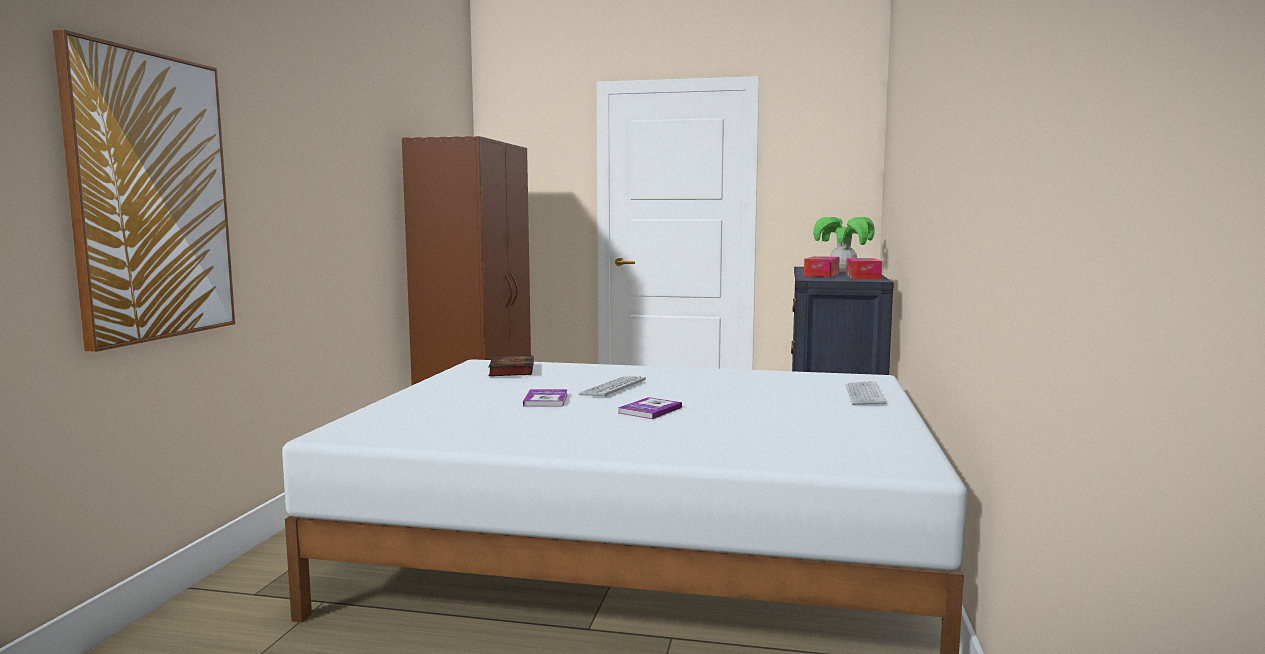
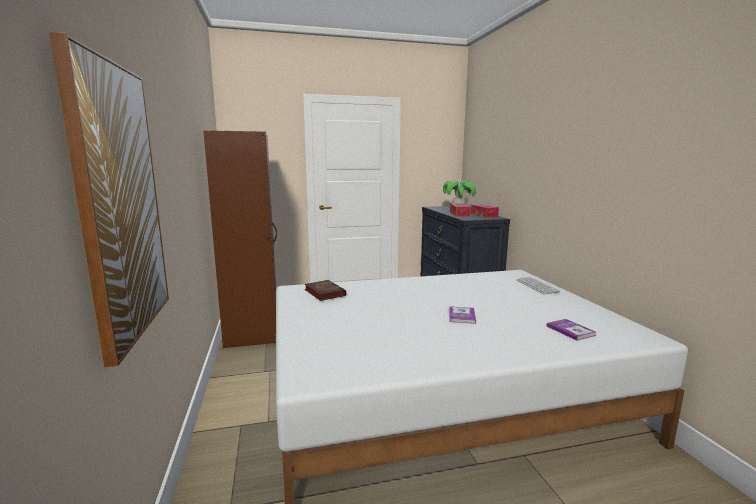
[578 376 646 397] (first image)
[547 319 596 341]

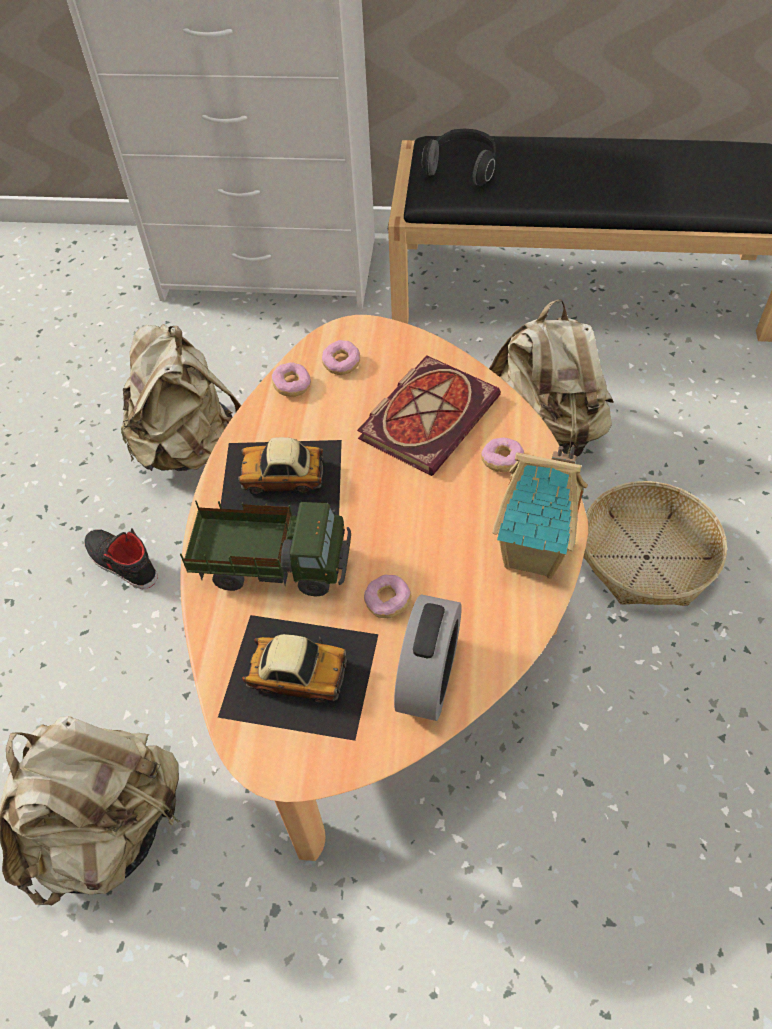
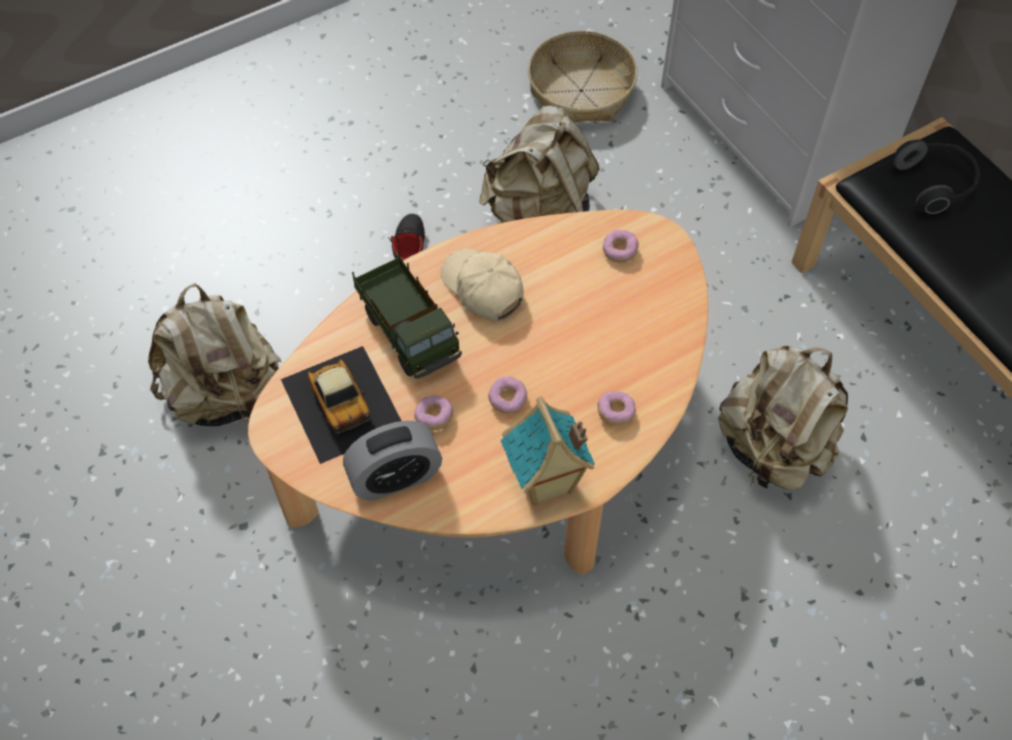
[357 356 501 476] (first image)
[488 376 527 414]
[528 31 638 122]
[441 248 524 321]

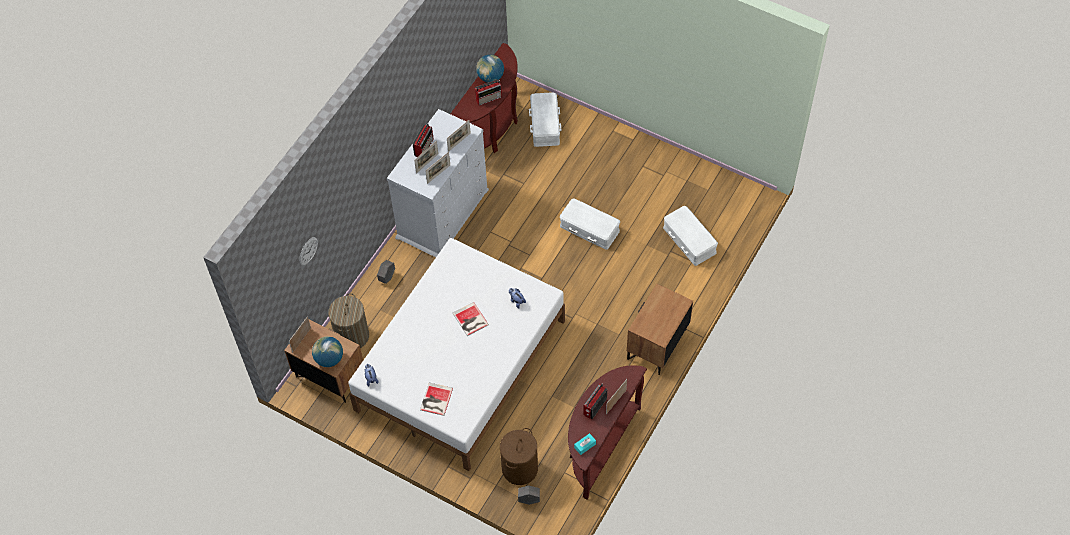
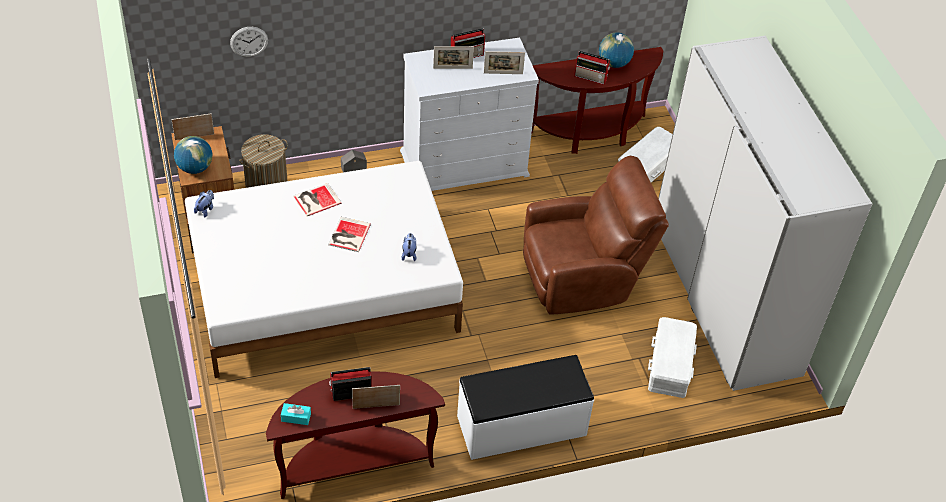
[425 152 450 184] (first image)
[500 428 538 485] (first image)
[518 485 540 505] (first image)
[658 36 872 391]
[293 183 342 216]
[523 156 669 315]
[457 355 594 460]

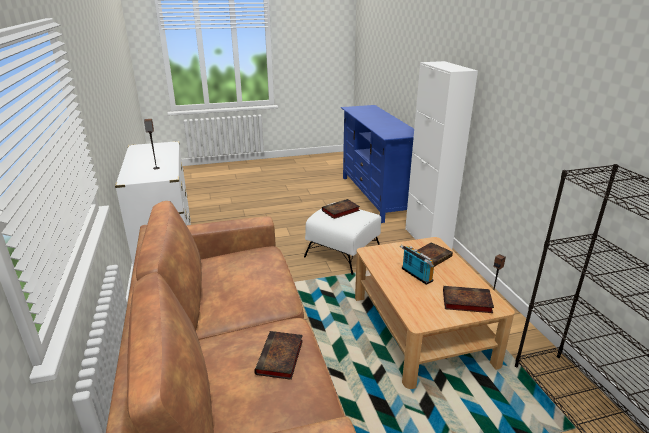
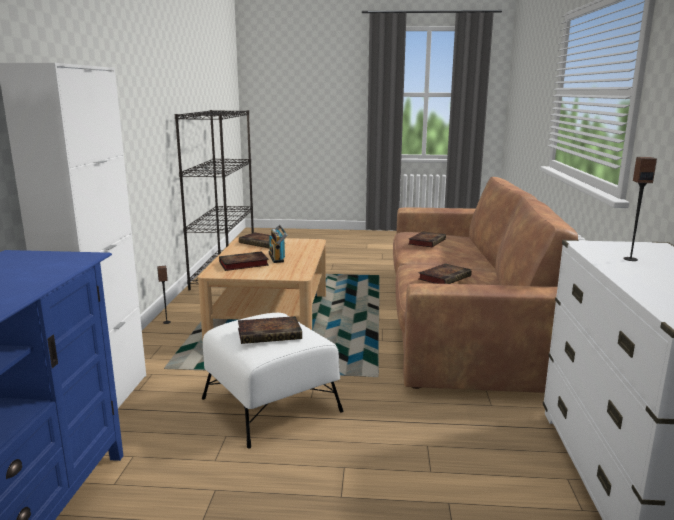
[418 264 472 284]

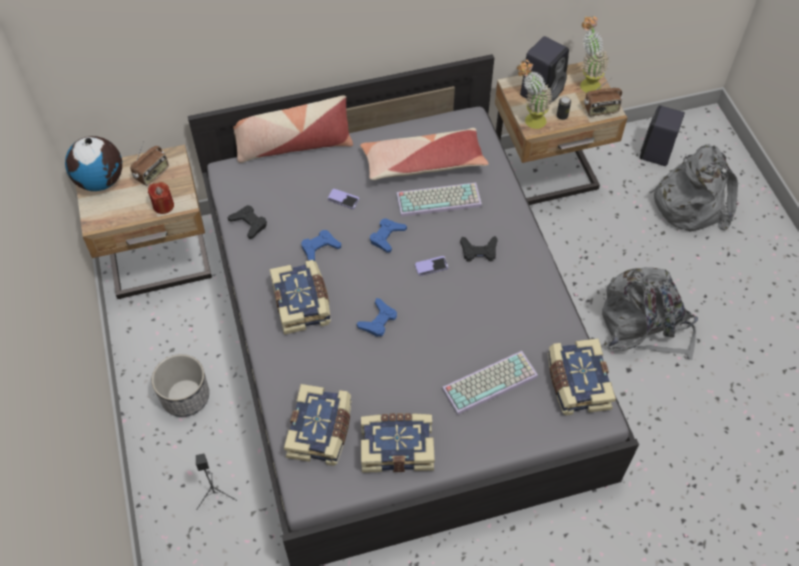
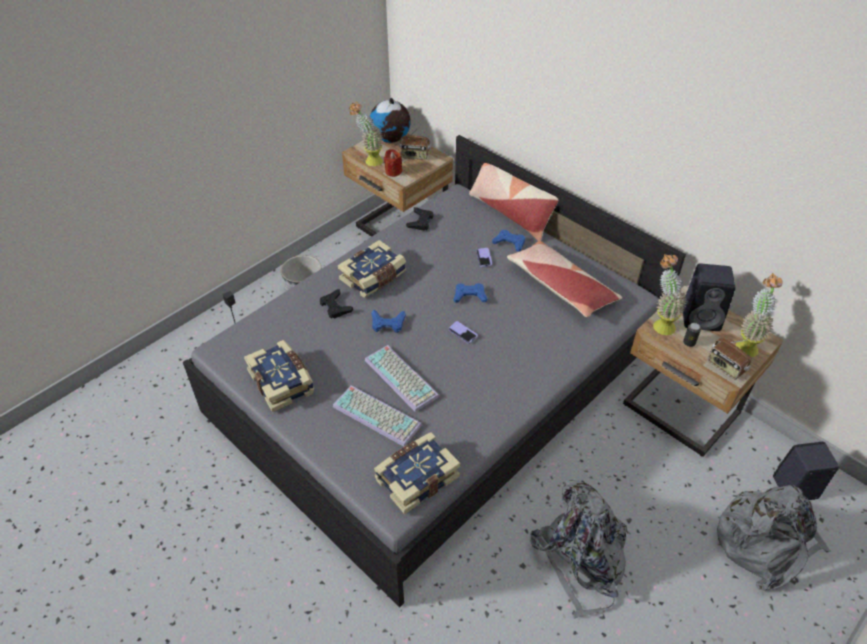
[284 384 352 466] (first image)
[349 102 383 166]
[492 230 525 252]
[365 345 439 412]
[320 289 353 319]

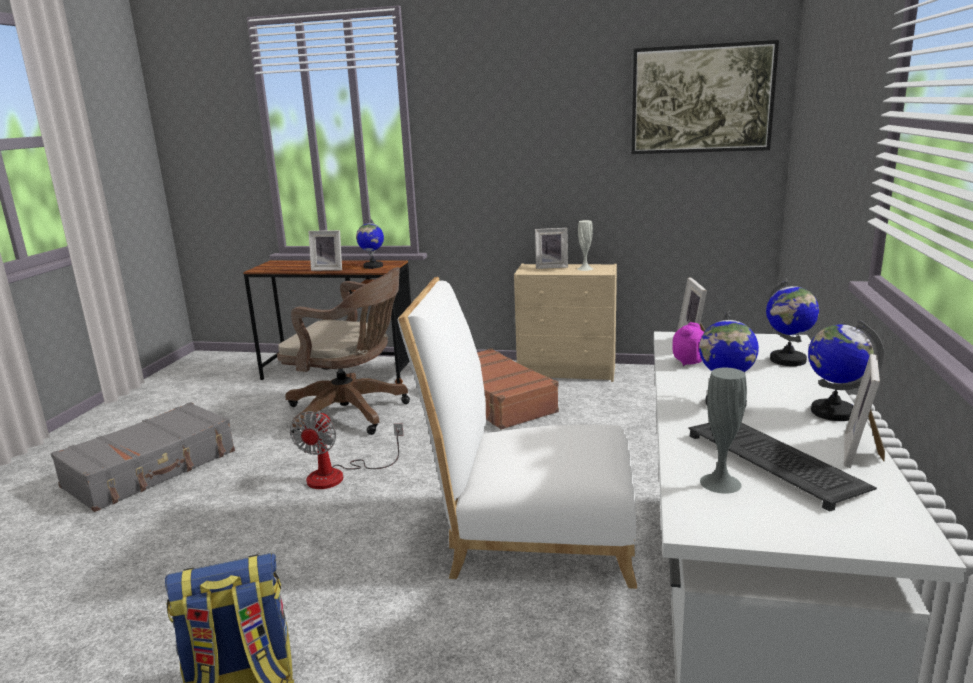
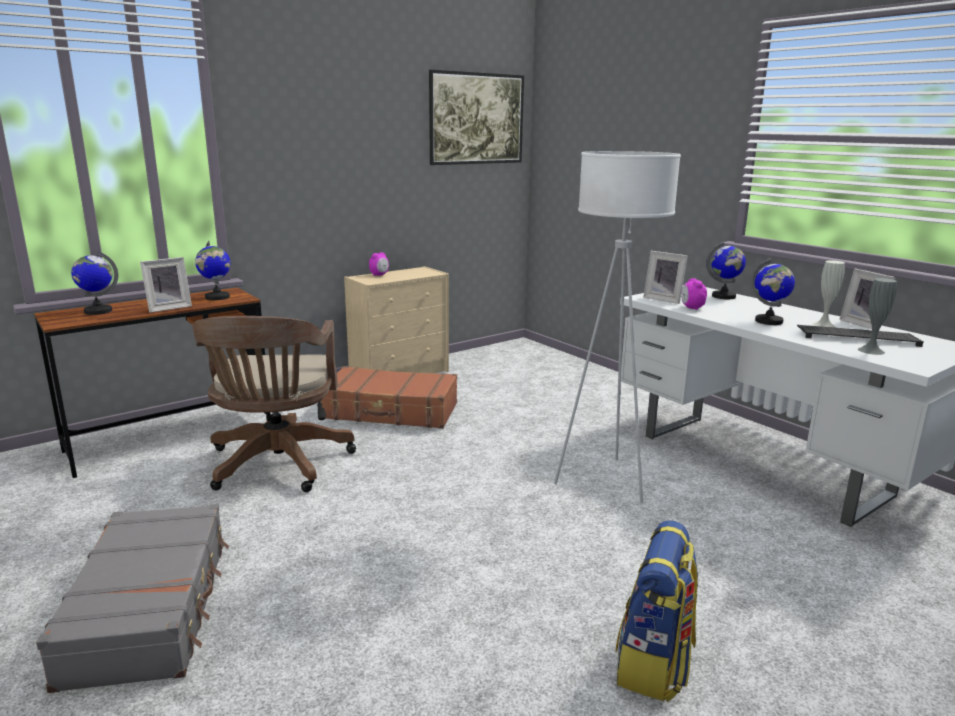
[290 411 404 489] (first image)
[812 260 845 328]
[71 251 118 315]
[554 151 681 504]
[369 252 389 276]
[192 316 356 492]

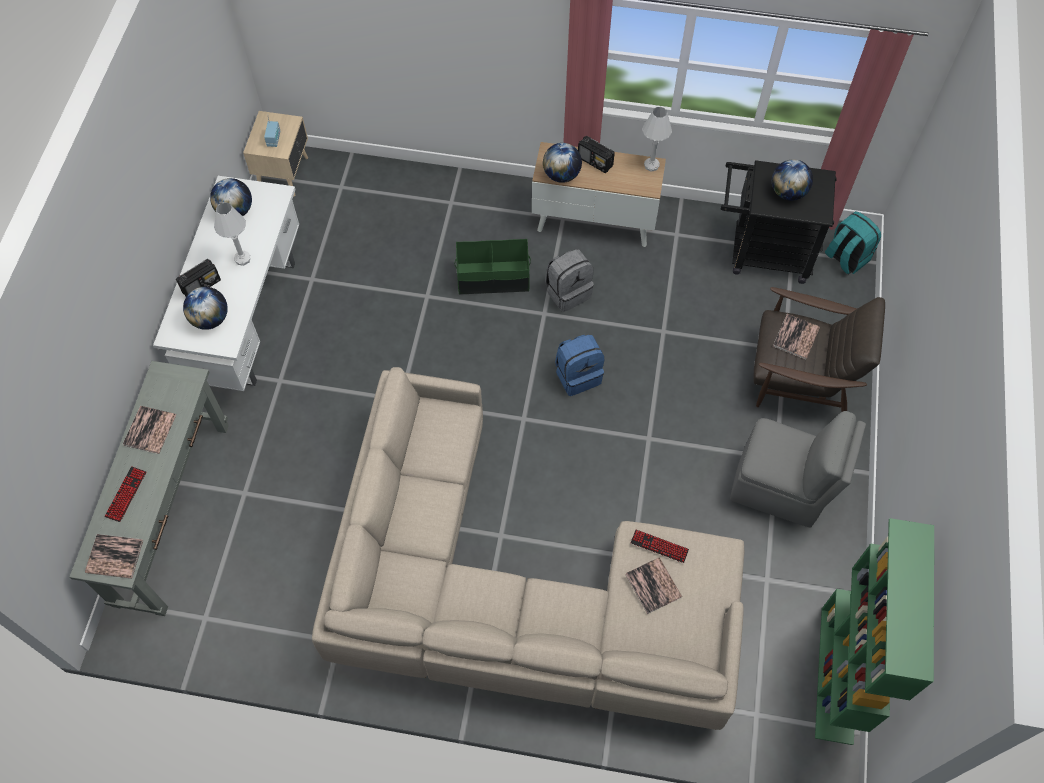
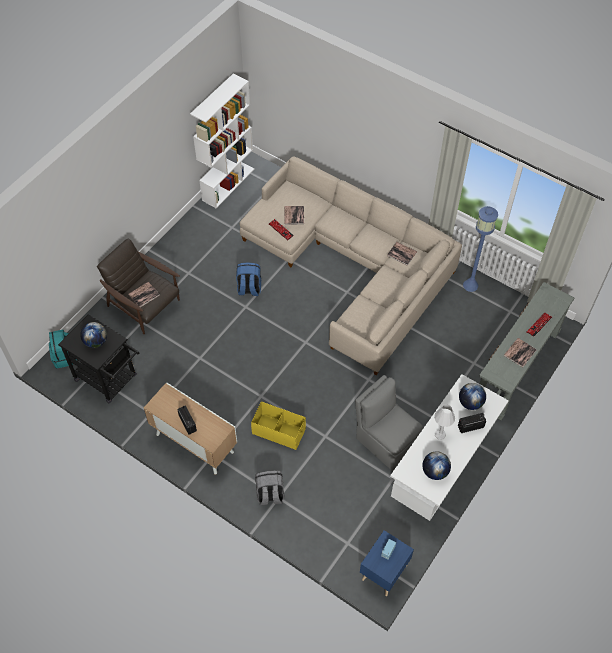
[543 143 582 183] (first image)
[642 107 672 172] (first image)
[463 206 498 292]
[387 242 417 266]
[255 471 285 505]
[236 262 261 296]
[355 375 423 471]
[360 530 414 596]
[251 401 306 450]
[190 74 254 208]

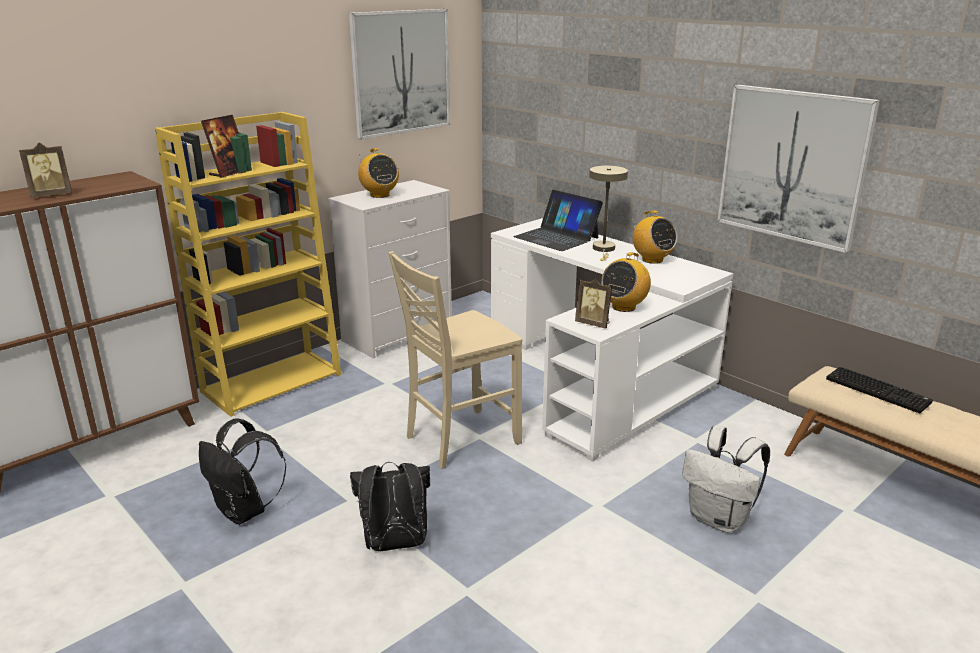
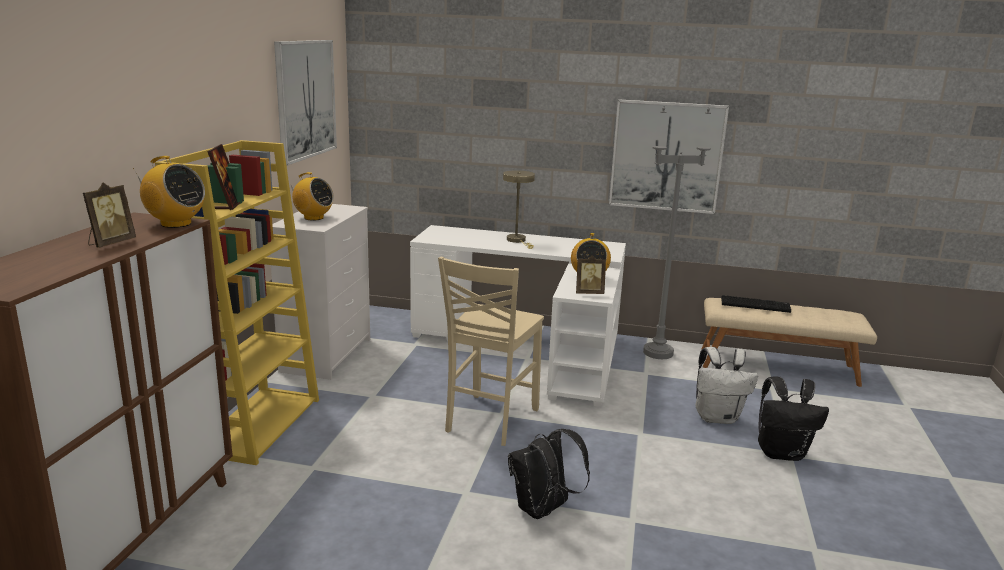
[513 190 603 251] (first image)
[643 107 711 359]
[758 377 829 461]
[133 156 205 228]

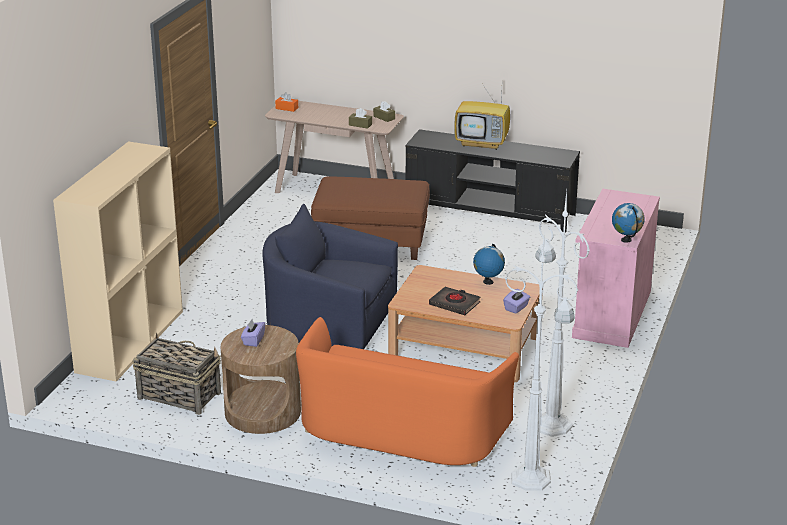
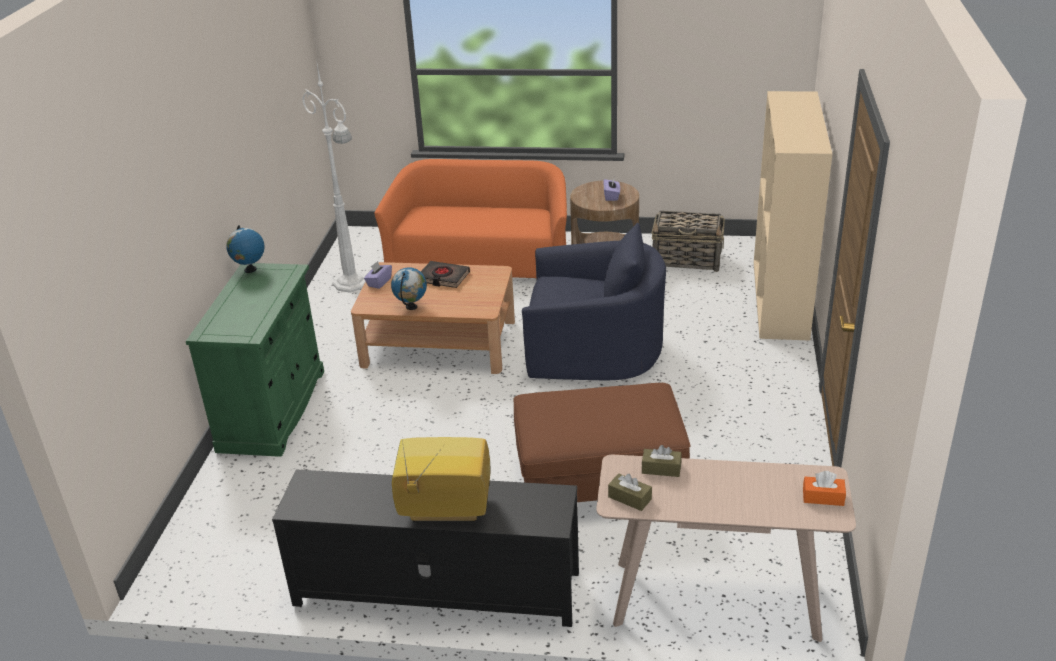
[505 238 578 491] (first image)
[186 263 324 457]

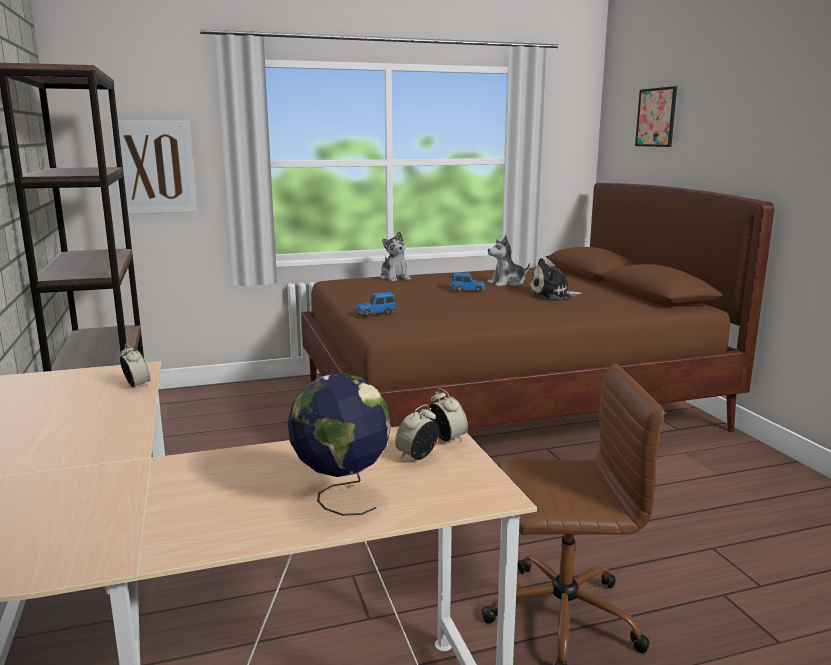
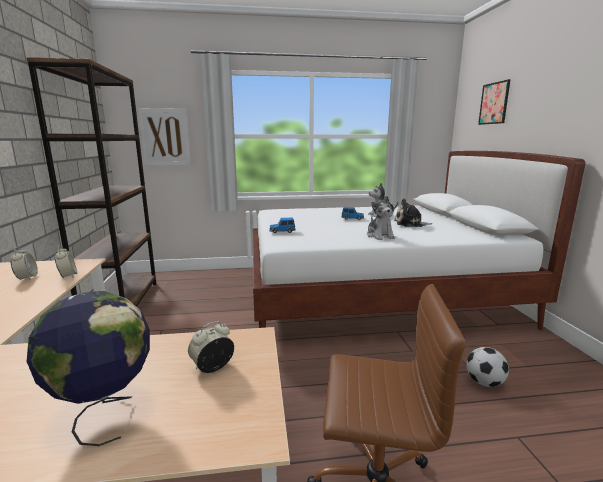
[466 347 509 387]
[367 196 395 240]
[11 247 38 280]
[253 151 585 330]

